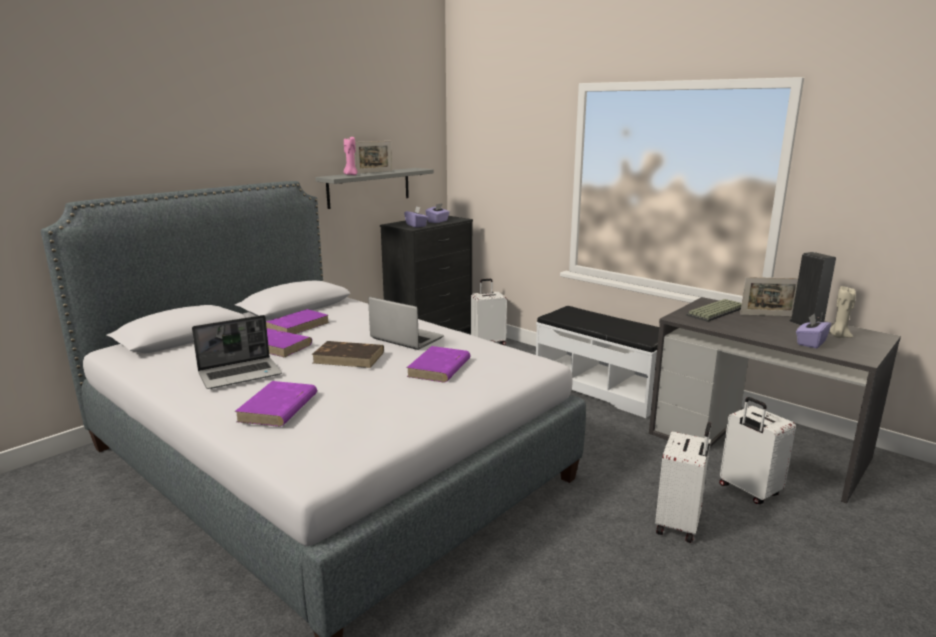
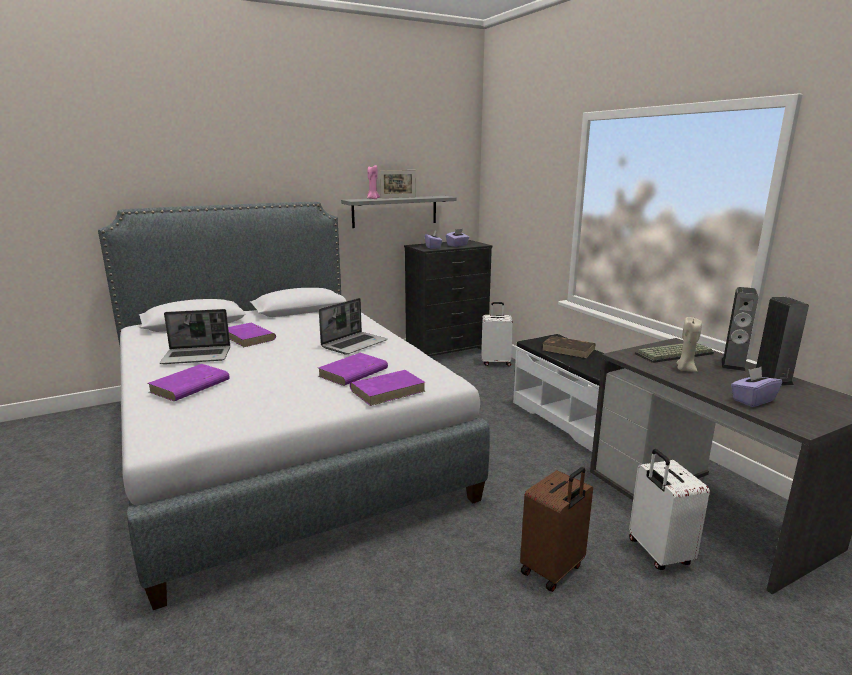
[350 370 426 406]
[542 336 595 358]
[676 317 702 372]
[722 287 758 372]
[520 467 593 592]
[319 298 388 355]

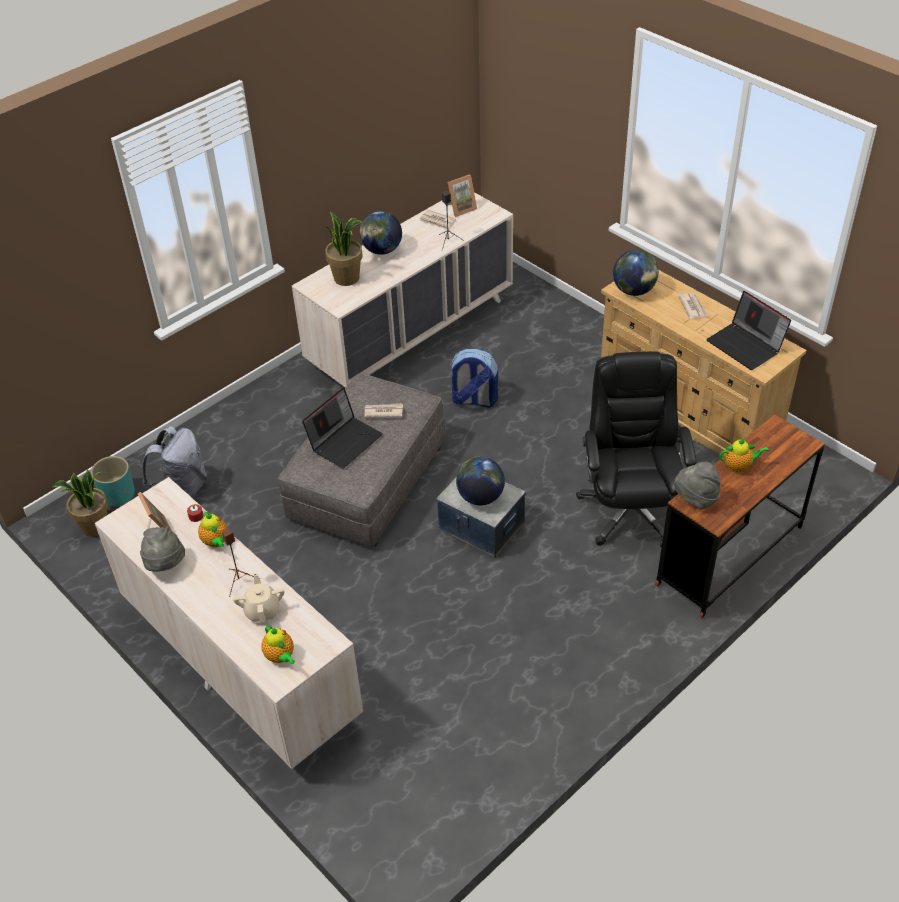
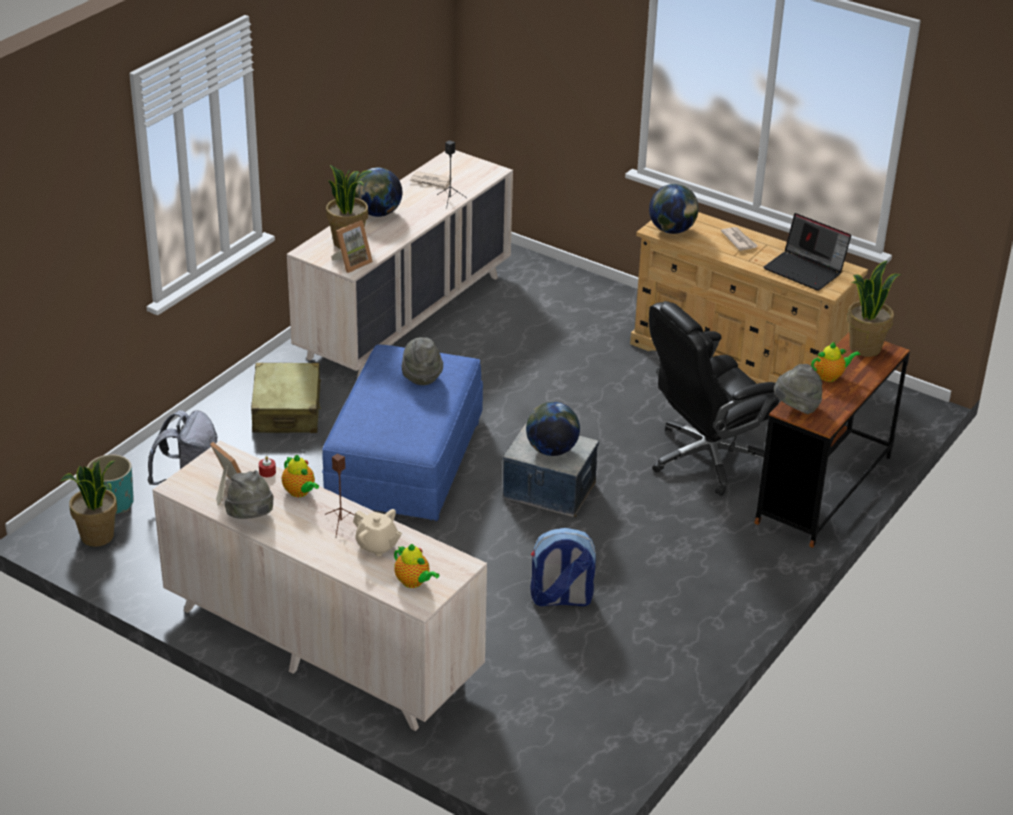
[302 387 382 469] (first image)
[251 363 321 433]
[847 260 901 357]
[331 220 373 273]
[530 528 596 606]
[402 337 443 385]
[322 345 483 521]
[353 509 402 556]
[649 301 779 496]

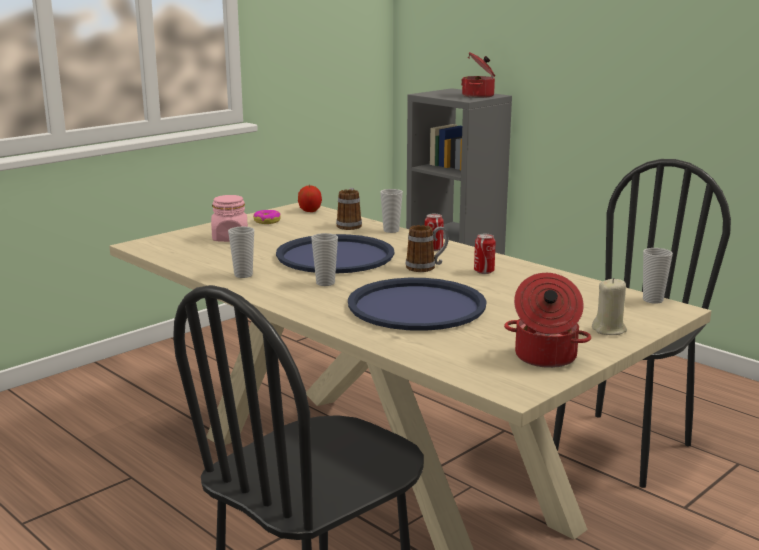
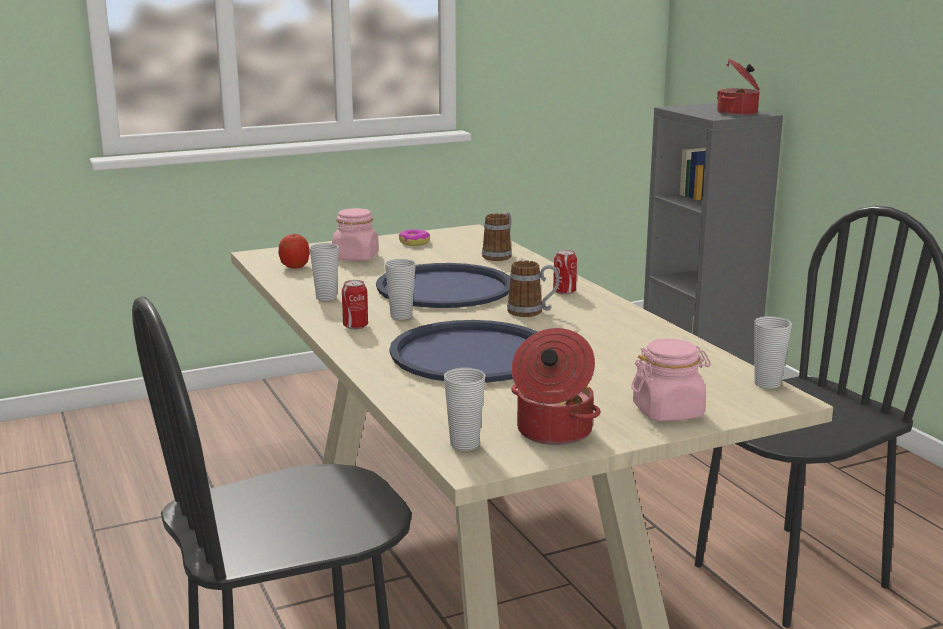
[278 233 310 269]
[444 368 485 451]
[342 280 368 329]
[631 339 711 421]

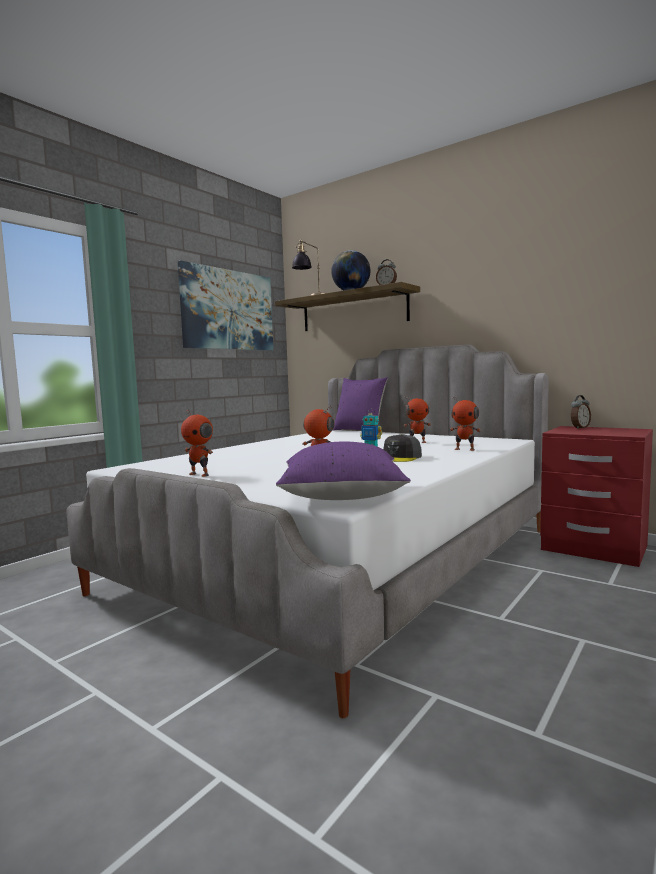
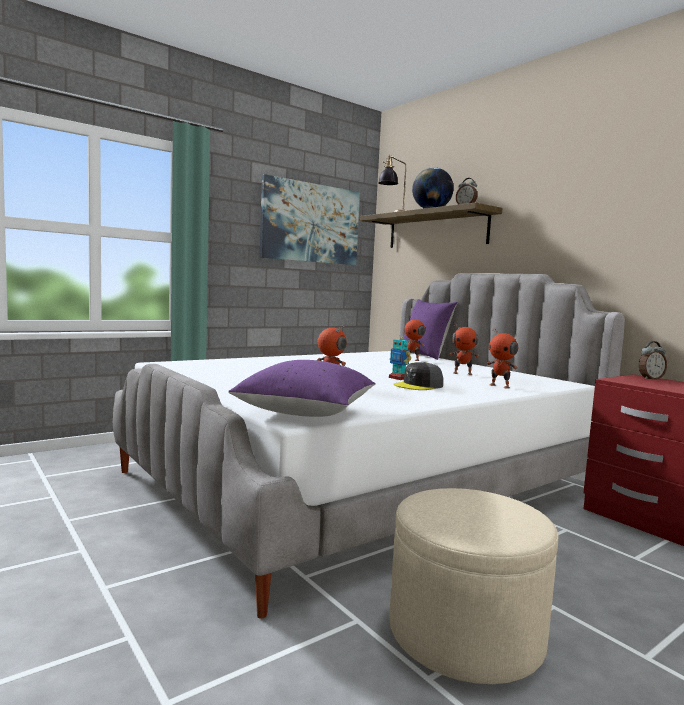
[389 488 559 684]
[404 316 425 361]

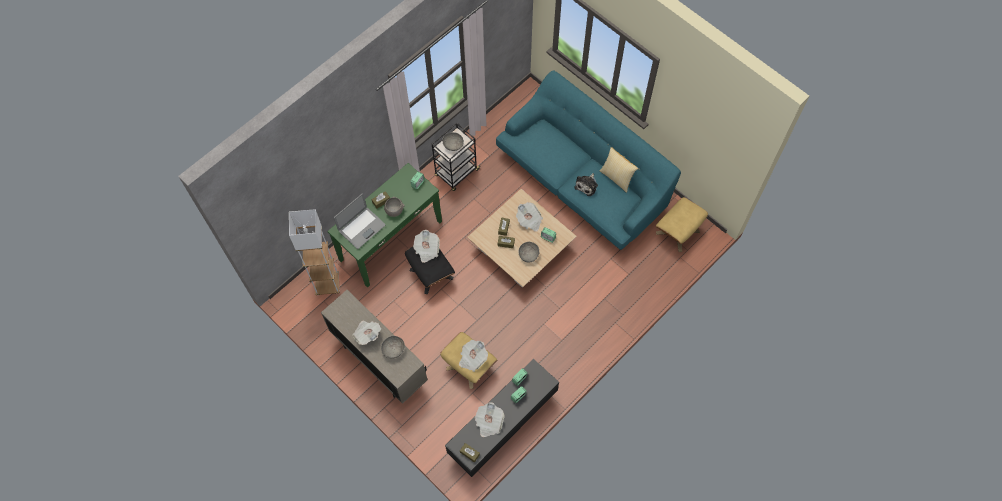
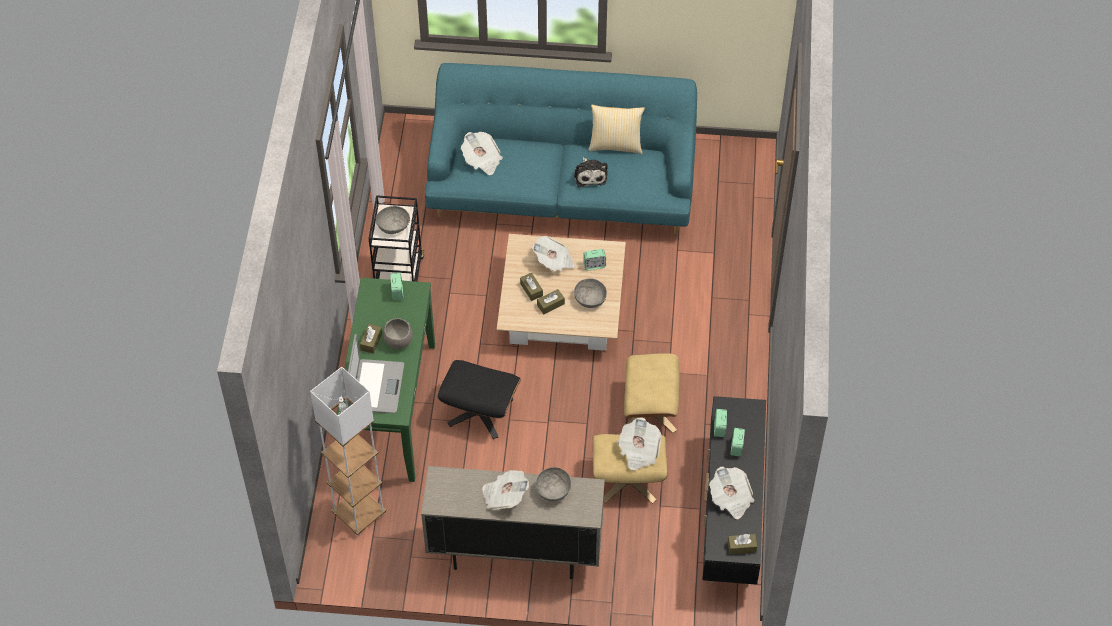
[461 132 503 175]
[624 353 679 433]

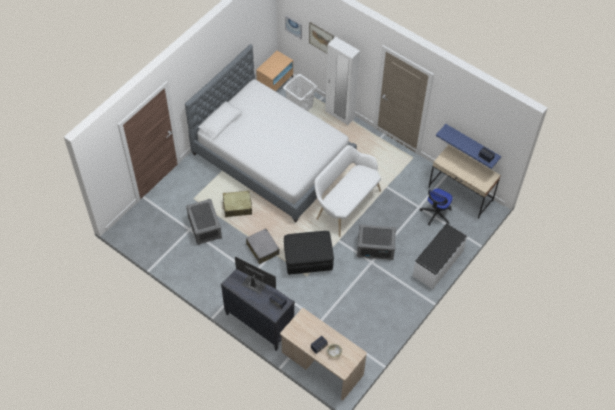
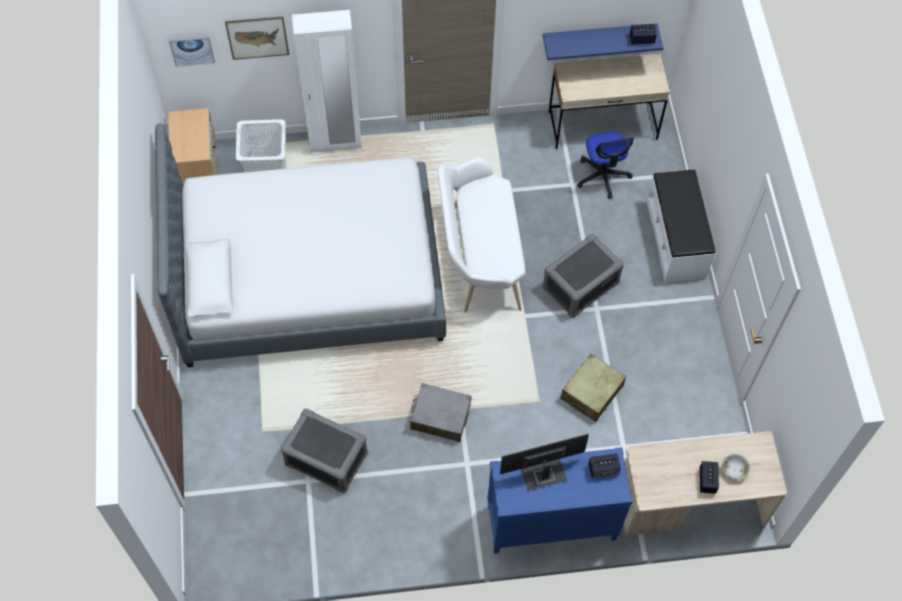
[284 231 334 275] (first image)
[561 354 626 422]
[487 447 633 554]

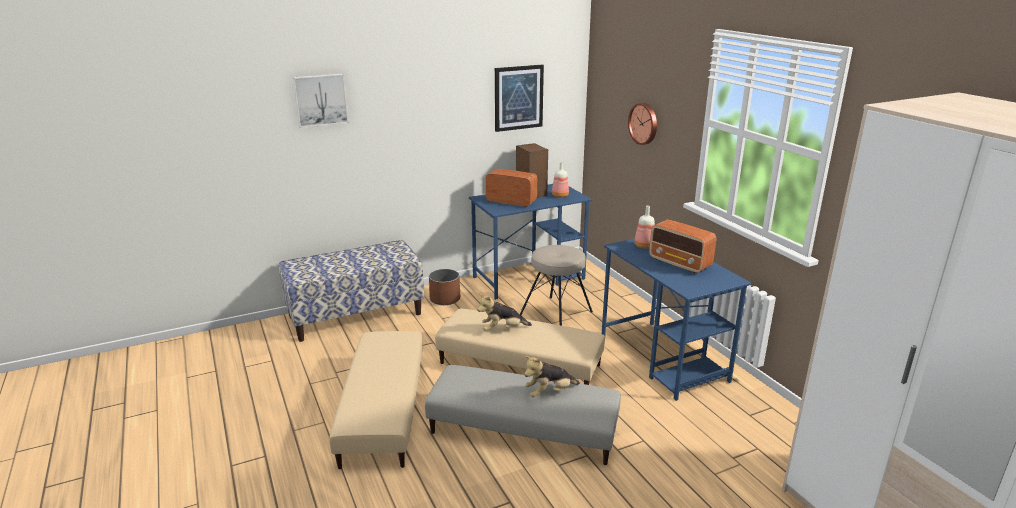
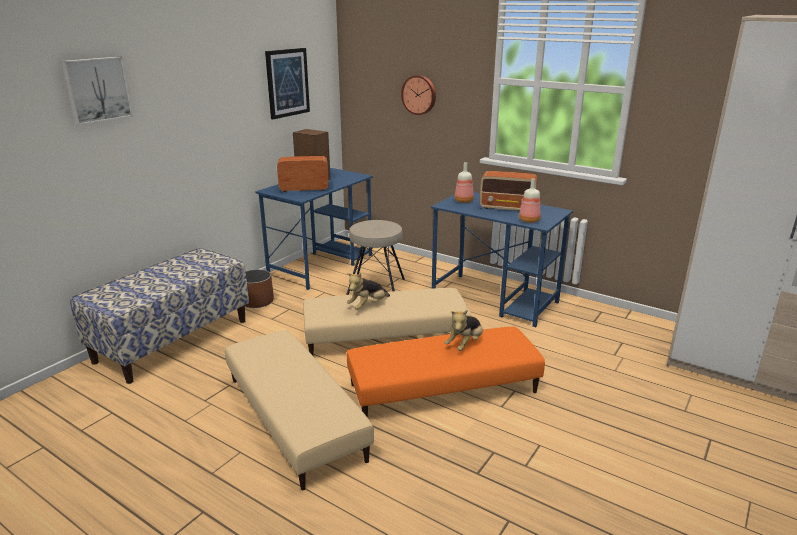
[519 178 540 223]
[347 327 545 418]

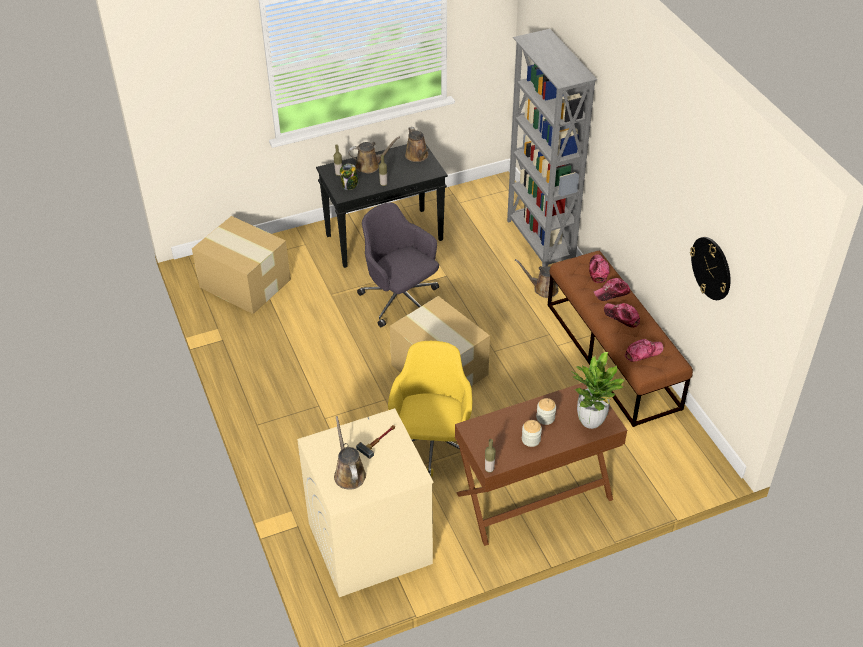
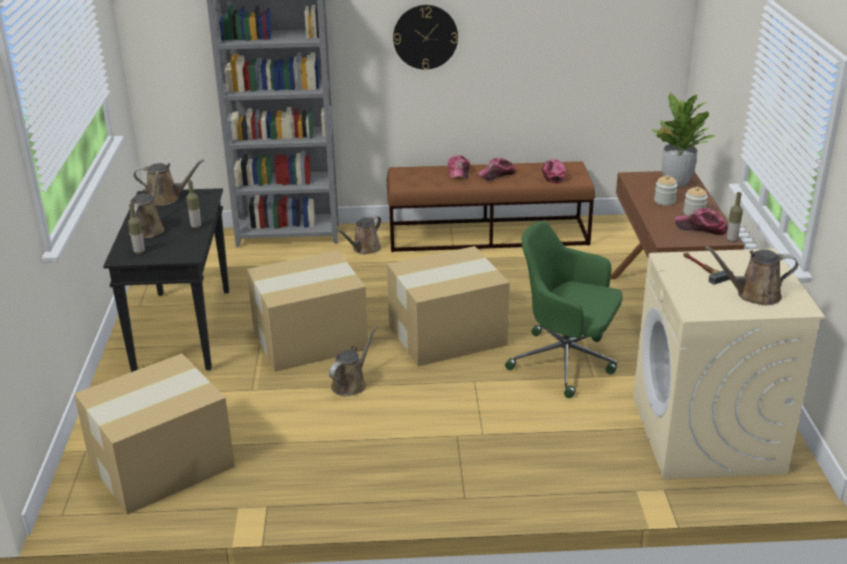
[340 164 359 190] (first image)
[329 326 377 396]
[674 208 728 235]
[393 5 458 70]
[247 250 369 372]
[505 221 623 398]

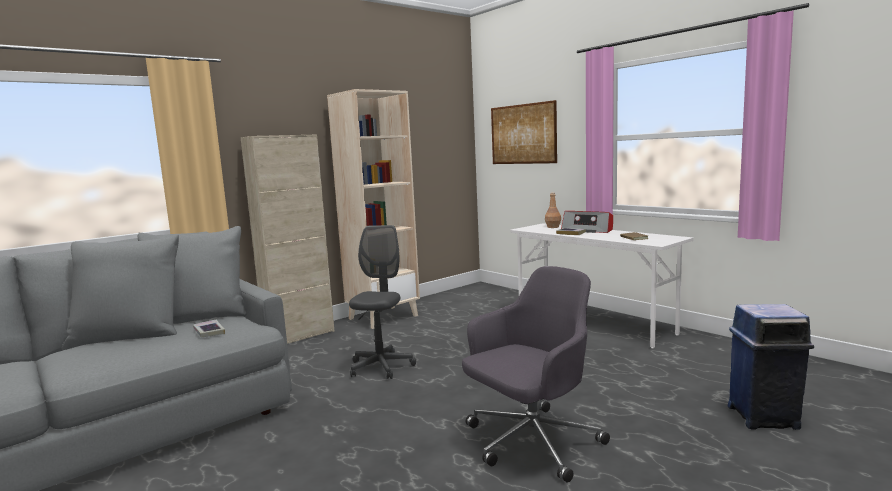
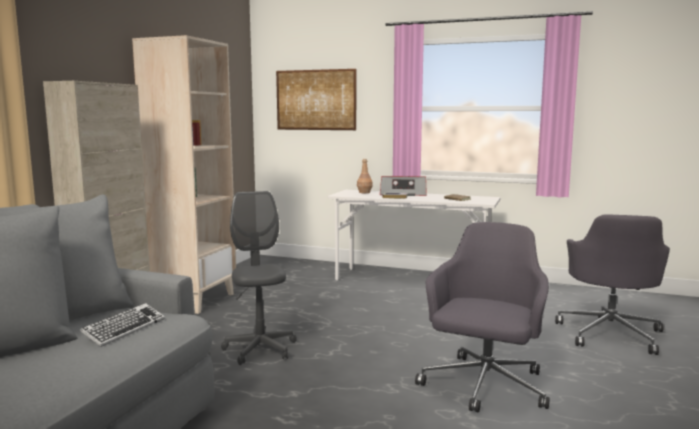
[80 303 165 347]
[555 214 670 355]

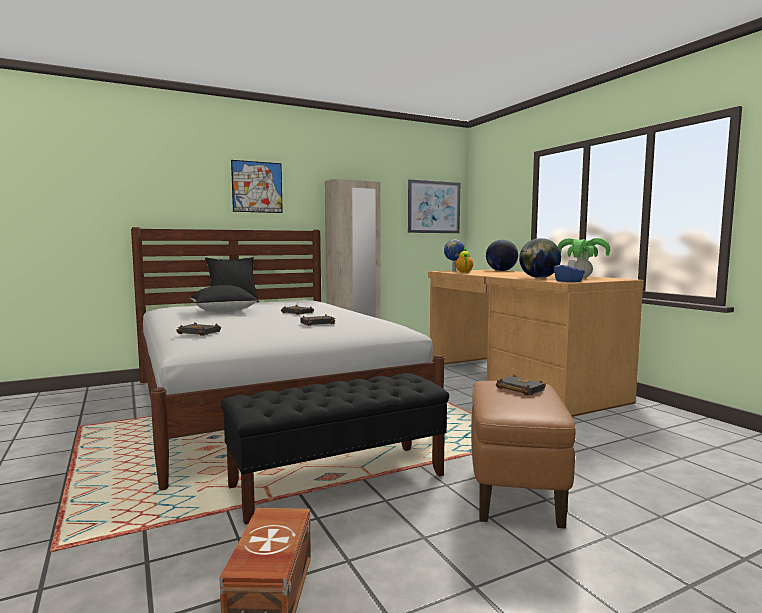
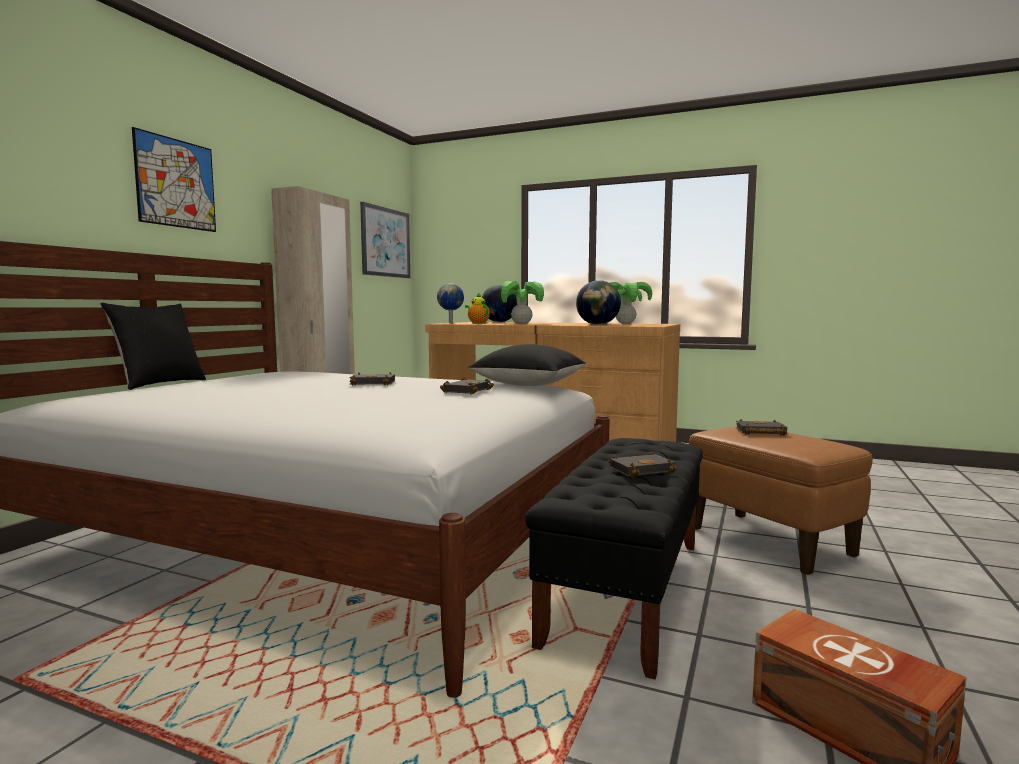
[554 260 585 282] (first image)
[501 281 544 324]
[609 452 677 477]
[468 344 586 386]

